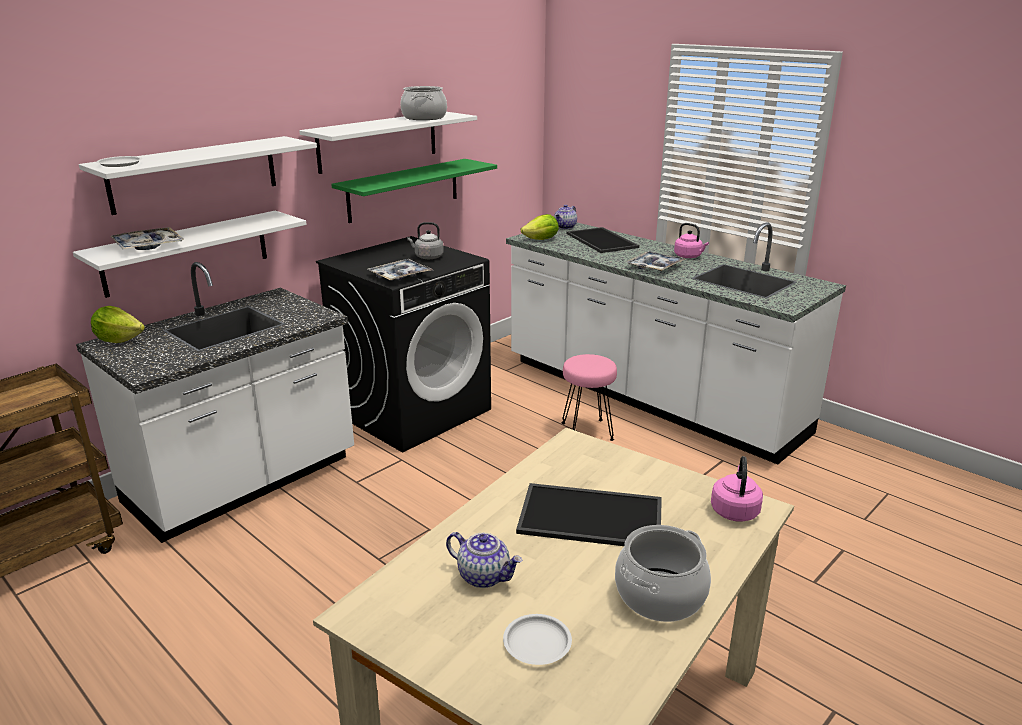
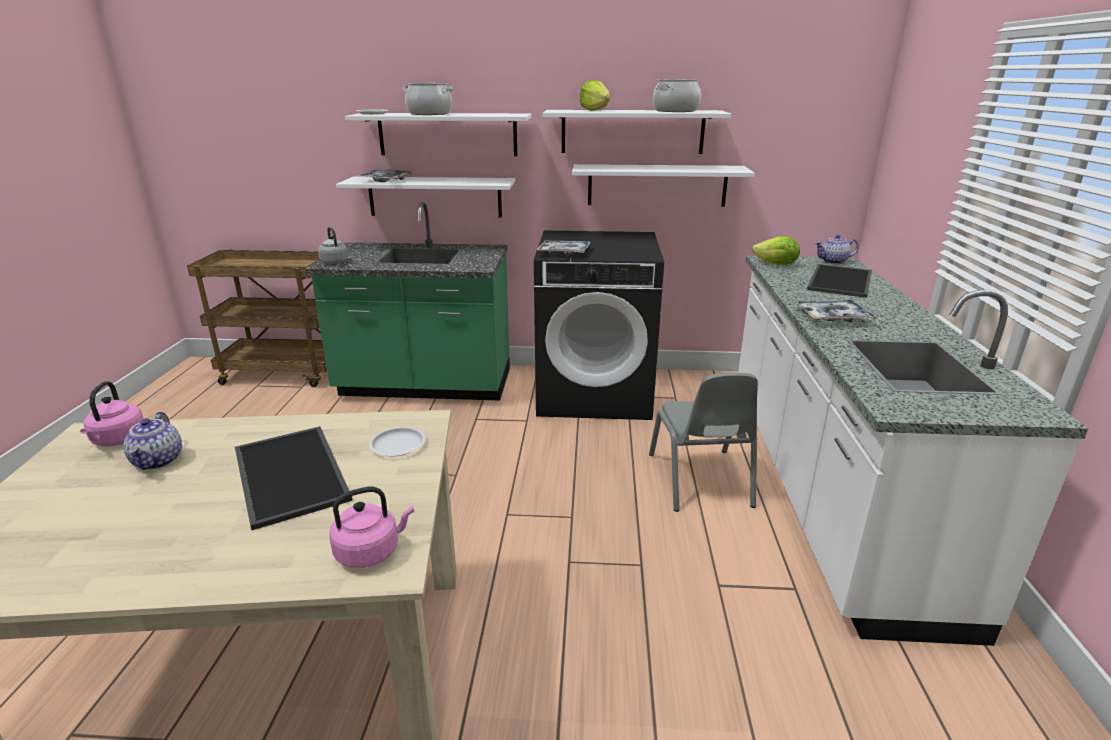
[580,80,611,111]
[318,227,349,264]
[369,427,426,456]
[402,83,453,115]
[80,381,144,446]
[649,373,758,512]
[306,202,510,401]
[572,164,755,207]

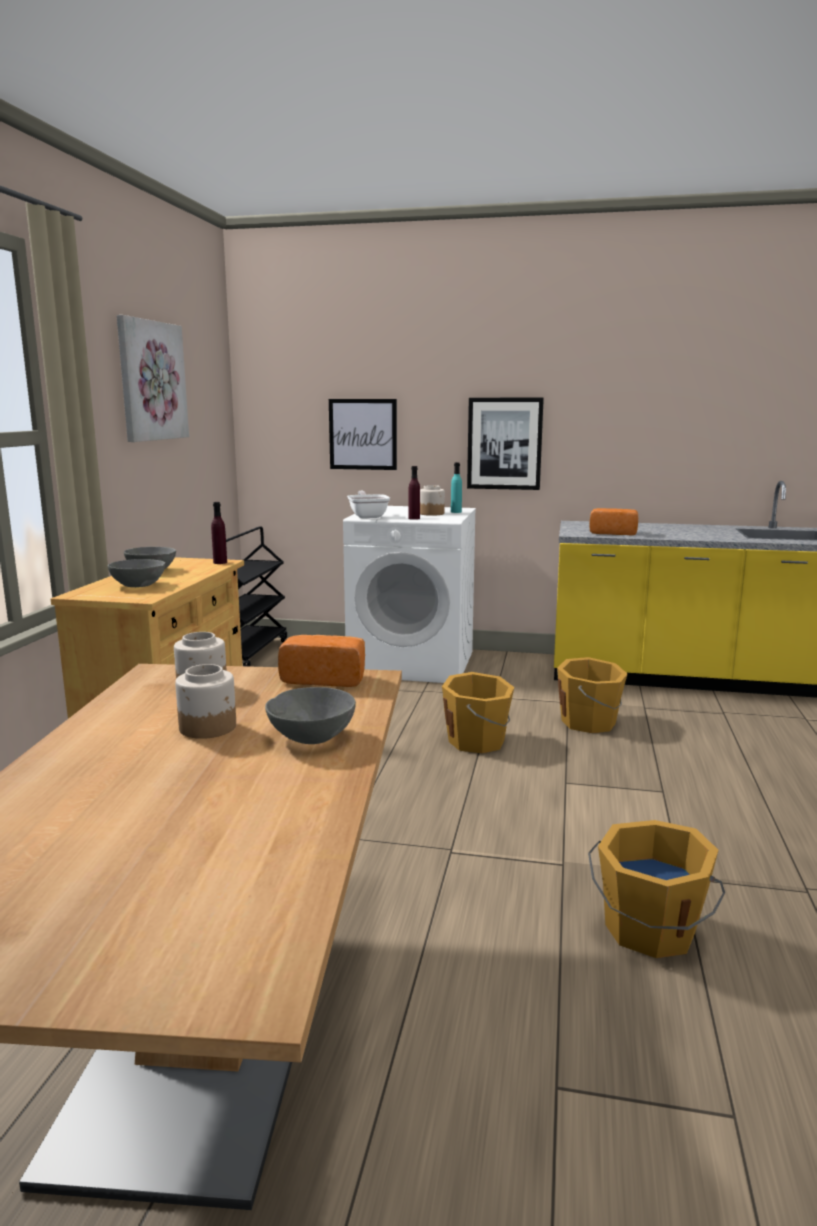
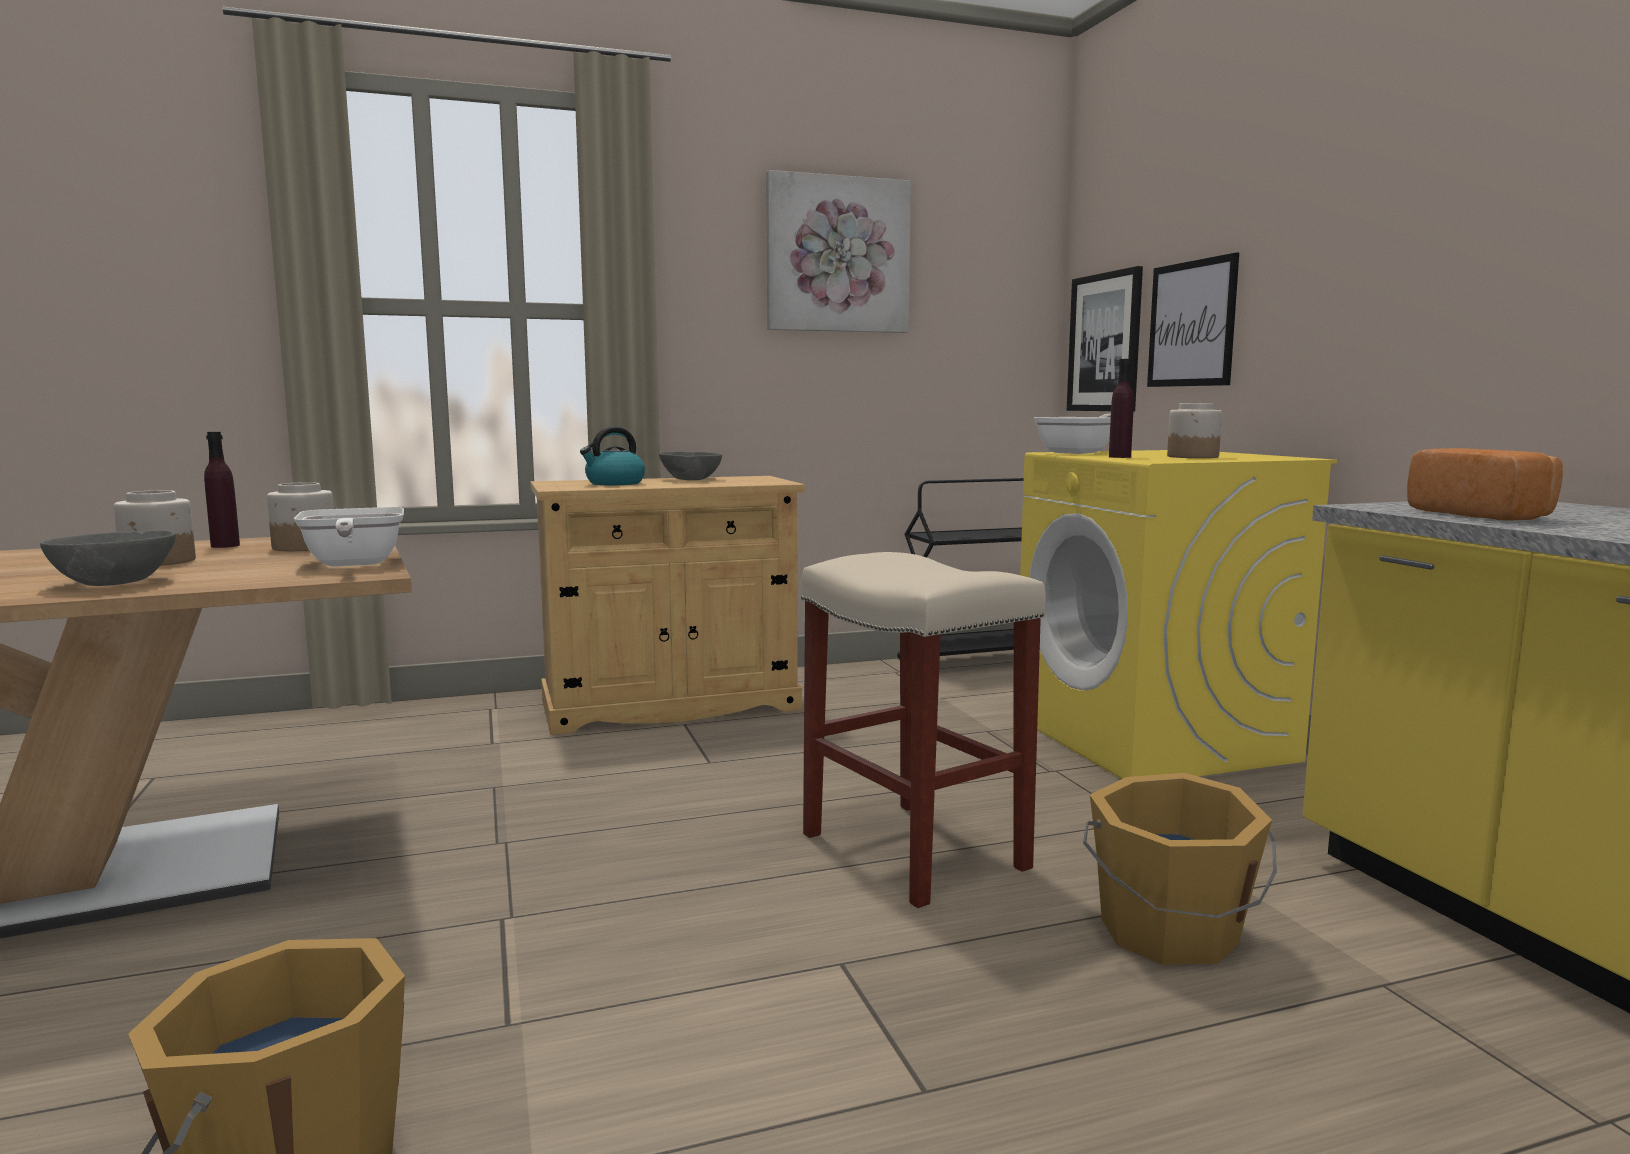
[451,462,462,513] (first image)
[204,432,240,548]
[1067,266,1143,412]
[580,427,645,485]
[294,507,404,567]
[801,552,1046,908]
[1020,450,1337,779]

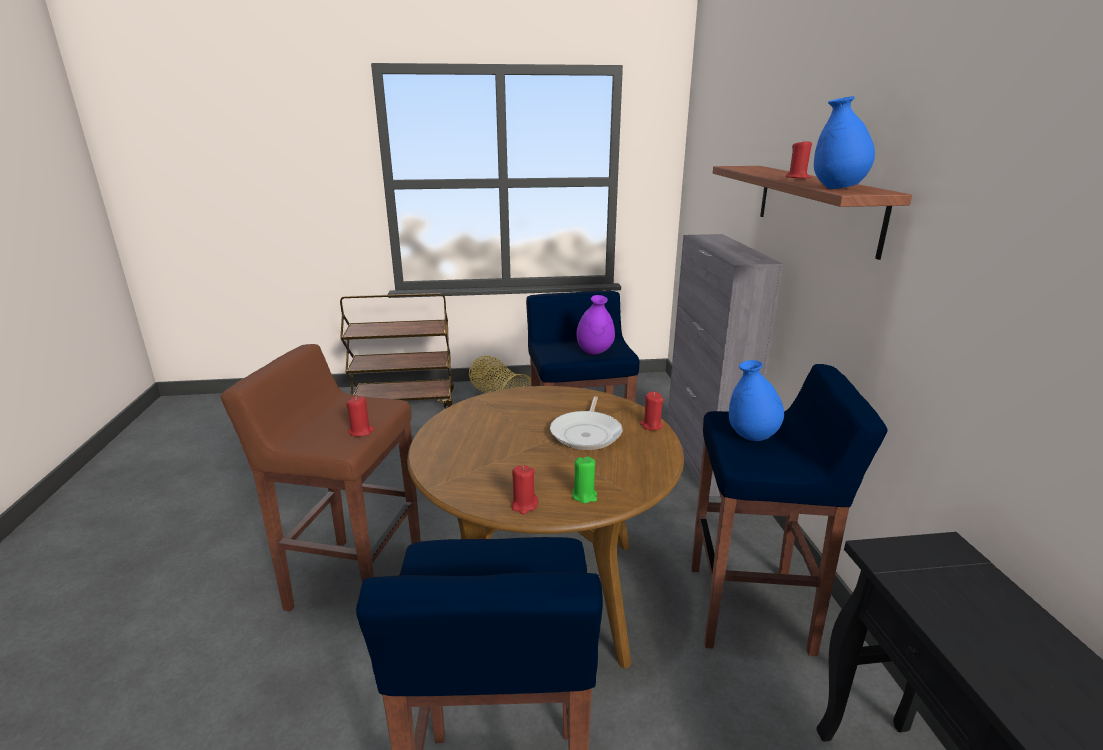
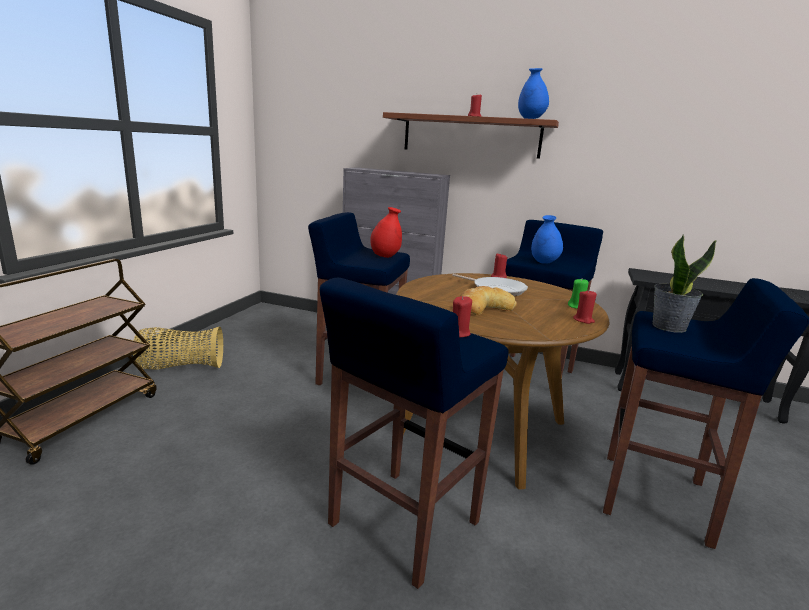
[460,286,517,315]
[652,234,717,333]
[320,278,508,589]
[370,207,402,258]

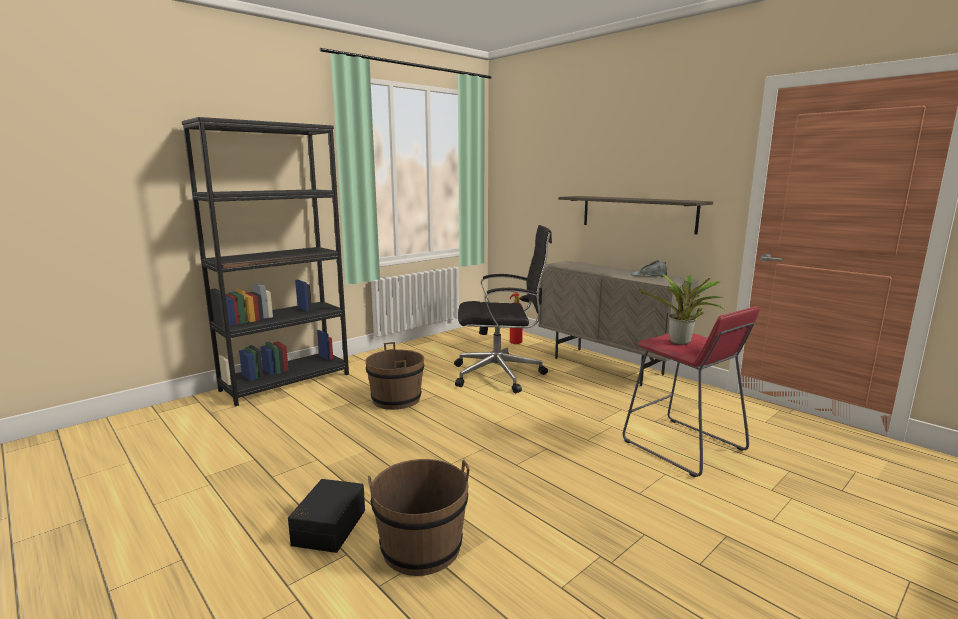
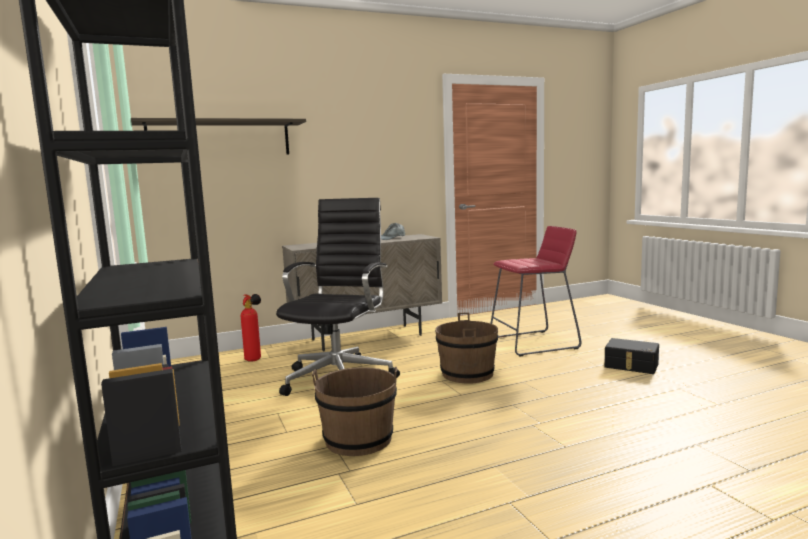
[639,274,725,345] (first image)
[604,338,659,374]
[435,312,498,384]
[131,118,306,154]

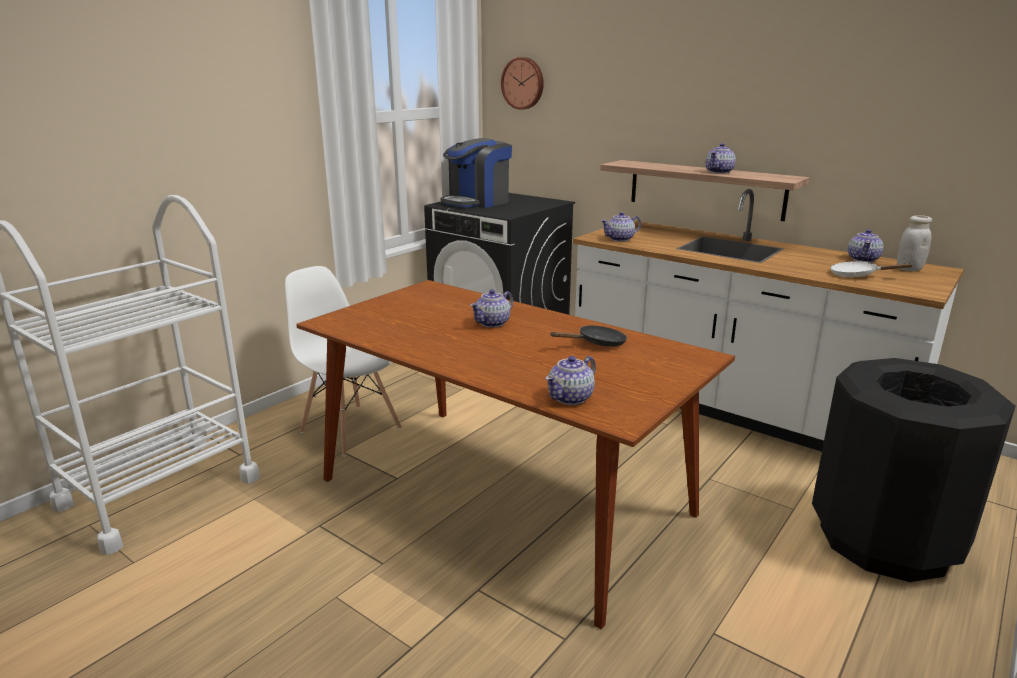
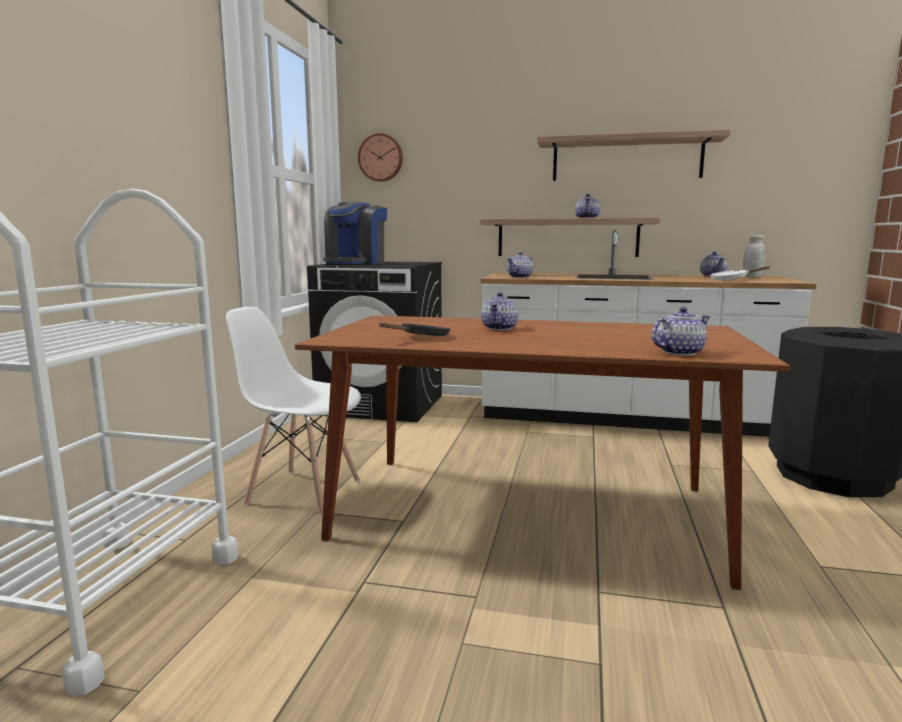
[537,129,731,181]
[379,323,451,336]
[651,307,710,356]

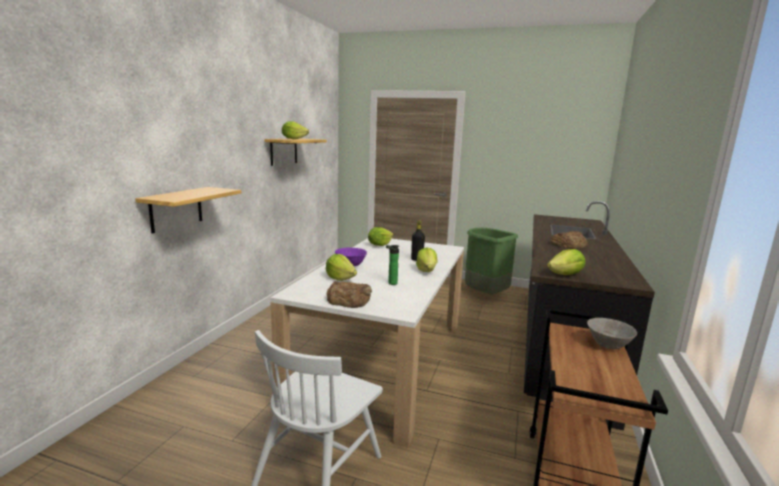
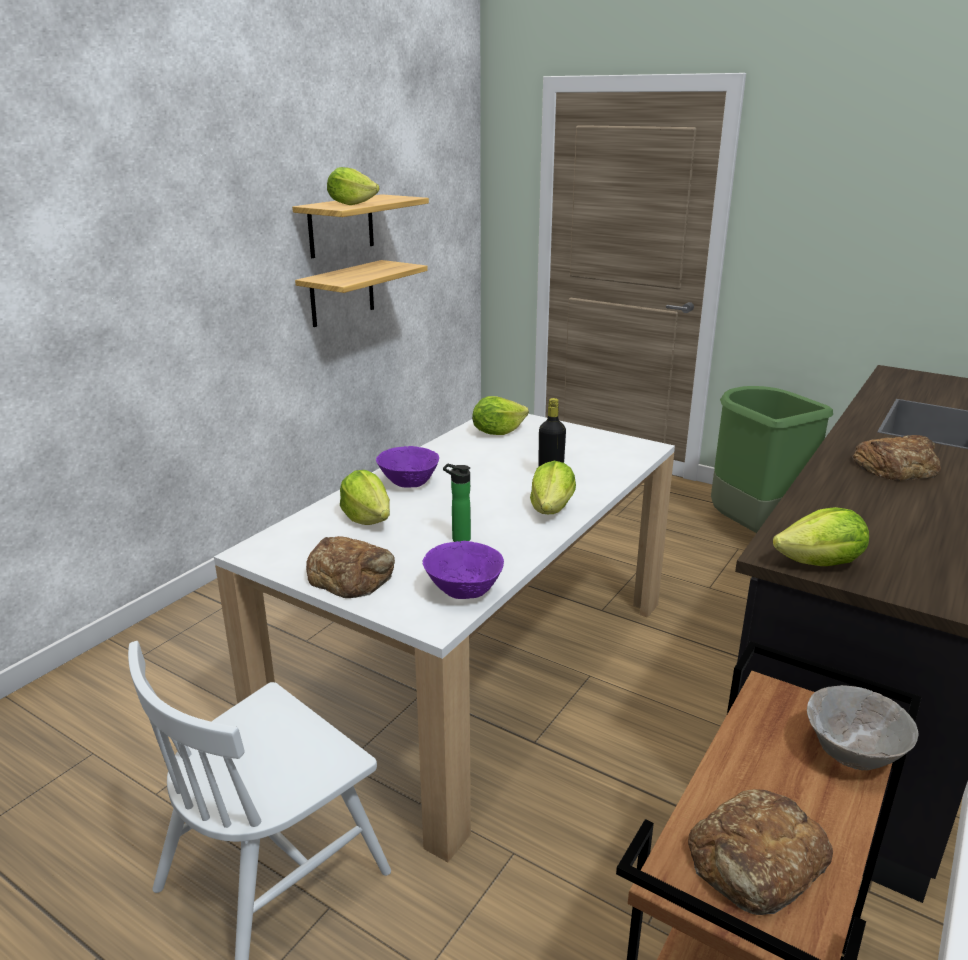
[423,541,504,599]
[688,789,833,915]
[295,260,428,327]

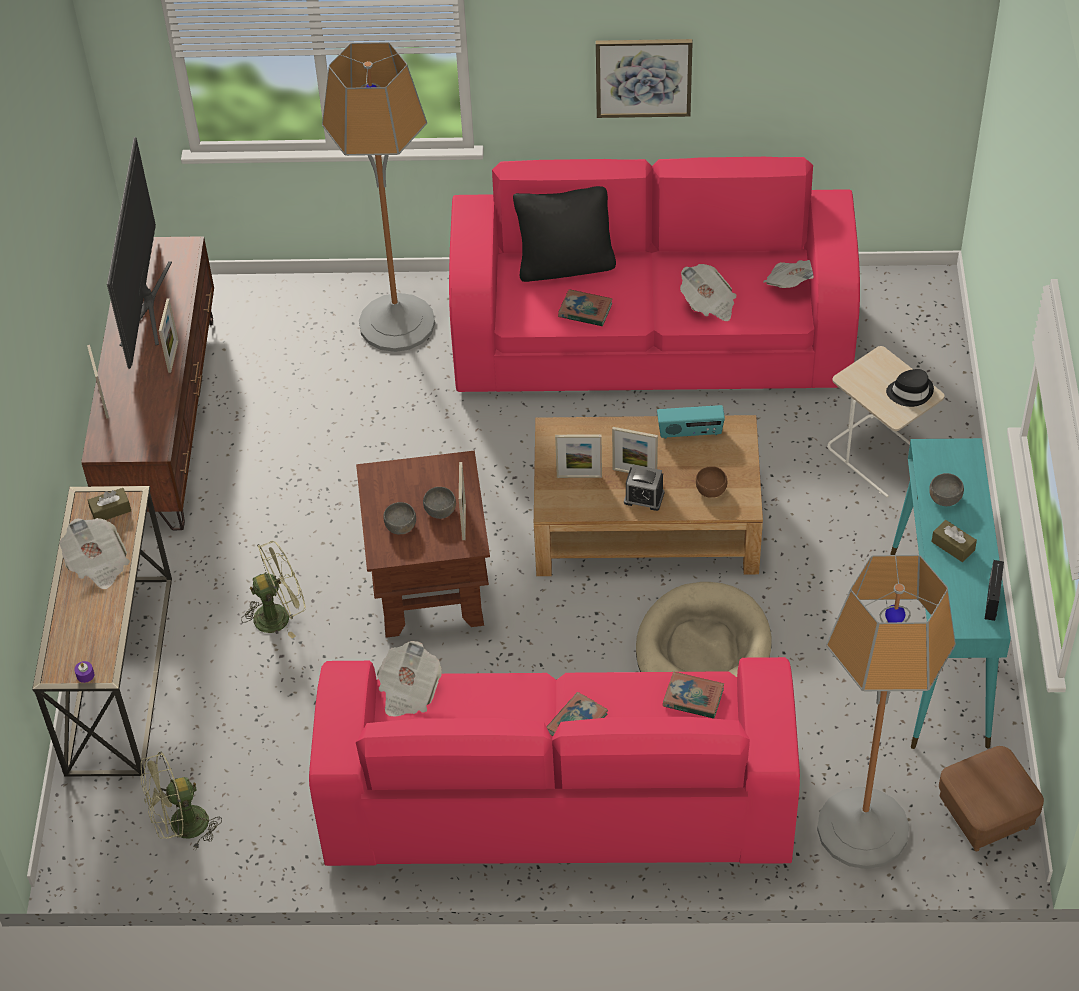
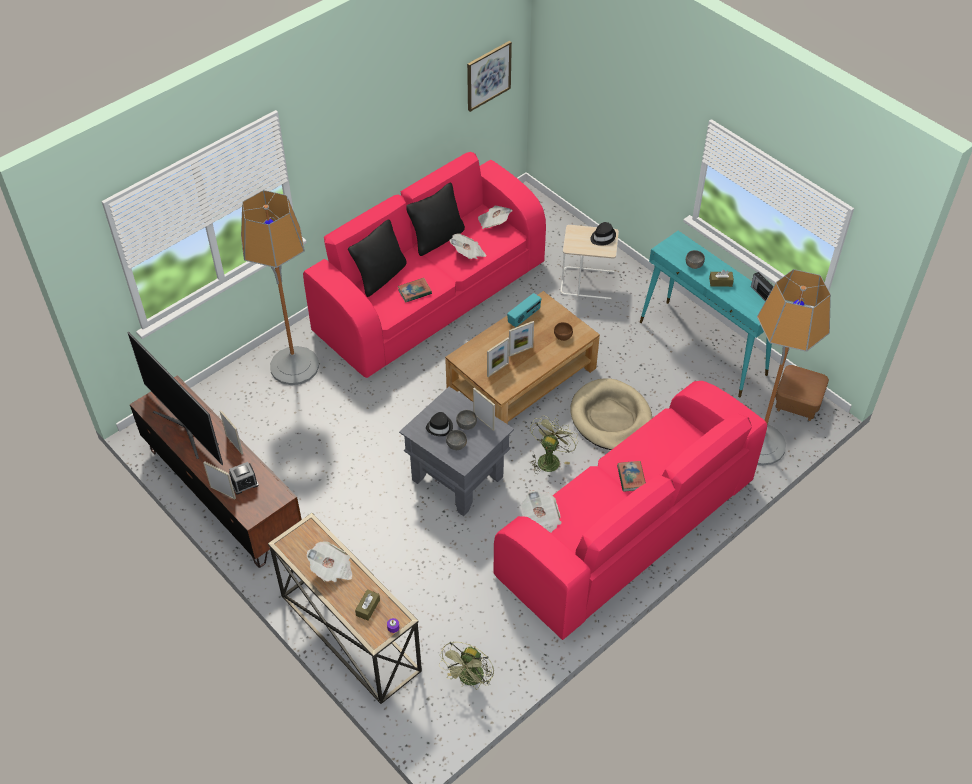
[663,672,724,718] (first image)
[406,183,465,256]
[426,412,453,436]
[355,589,380,621]
[530,415,578,474]
[467,41,512,112]
[229,462,259,495]
[399,387,514,516]

